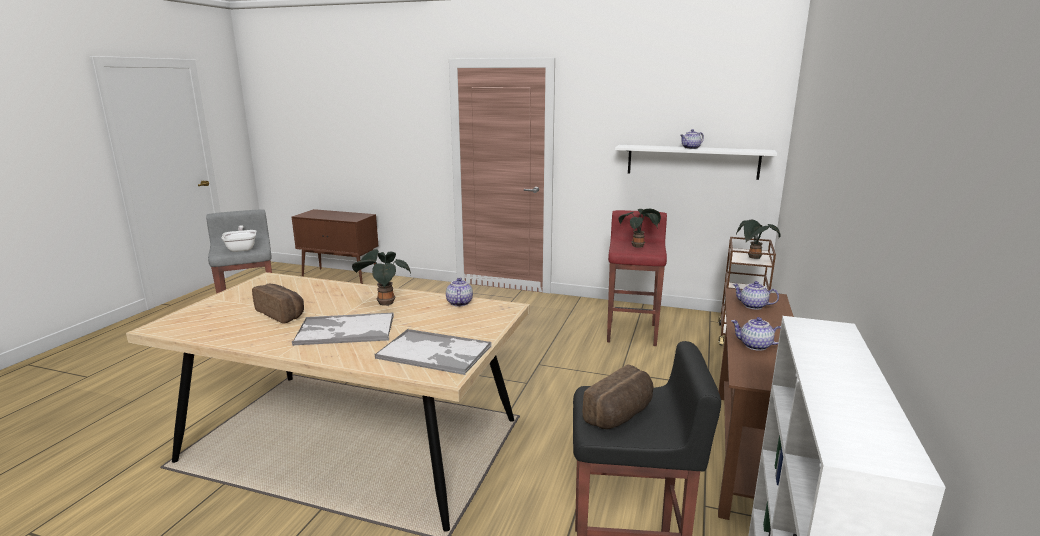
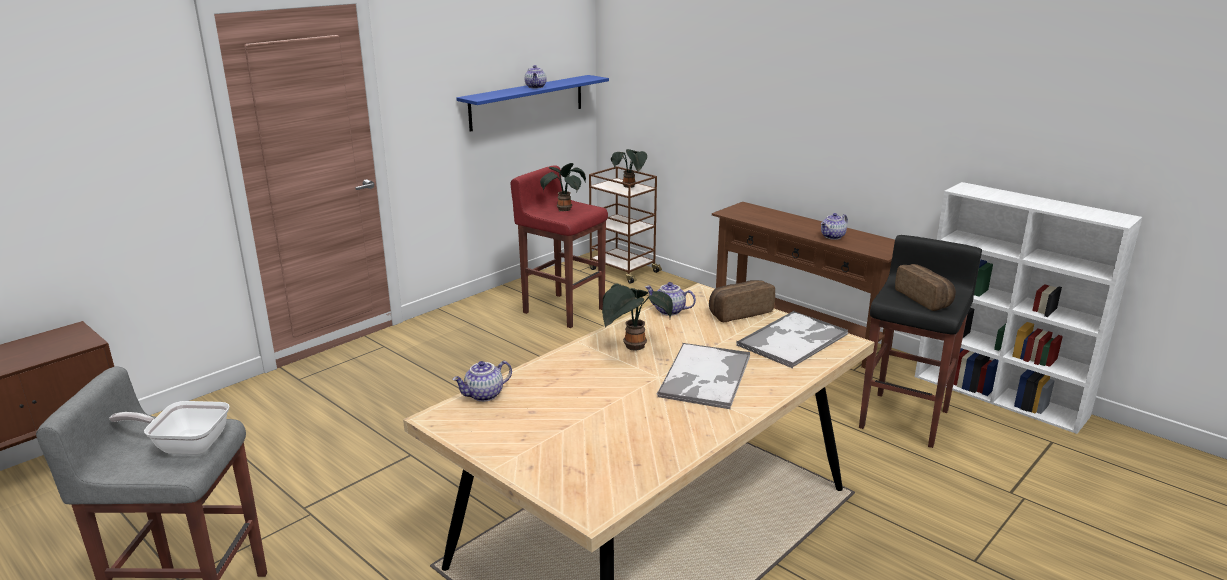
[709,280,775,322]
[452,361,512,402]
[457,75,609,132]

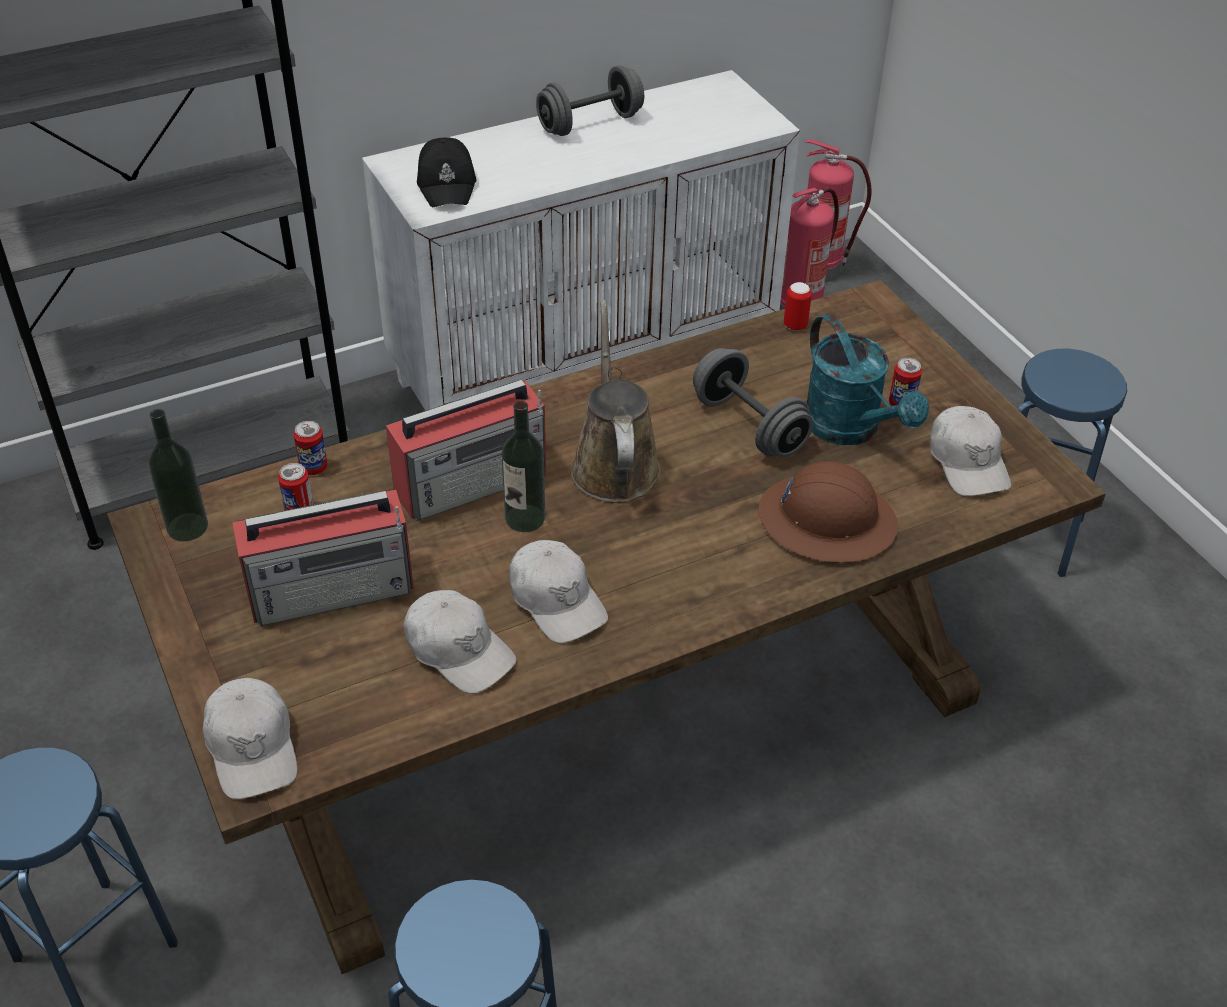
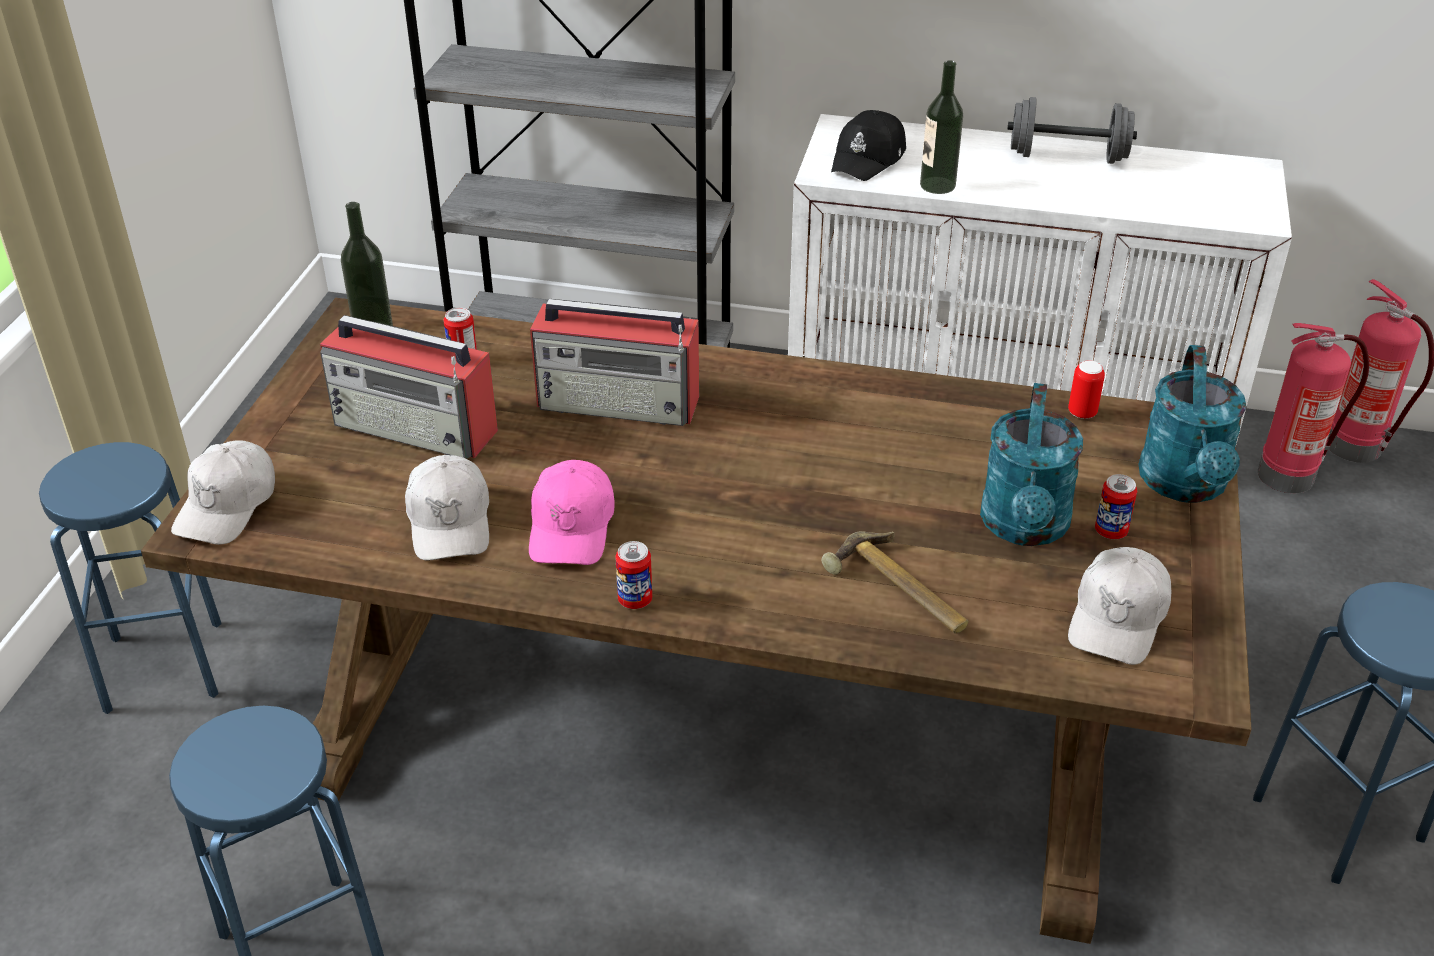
[570,300,661,503] (first image)
[693,348,813,458] (first image)
[1139,345,1247,503]
[615,541,652,609]
[920,60,963,194]
[822,531,969,634]
[529,460,615,565]

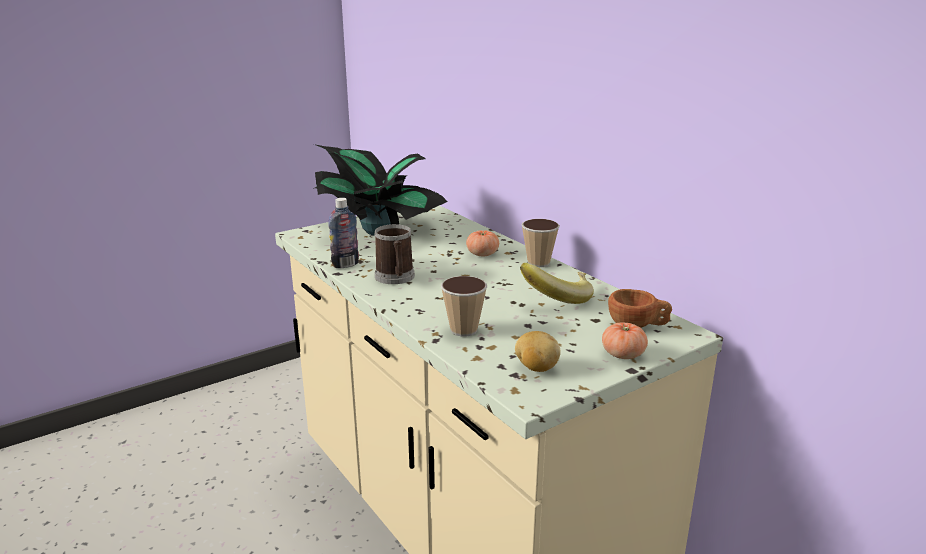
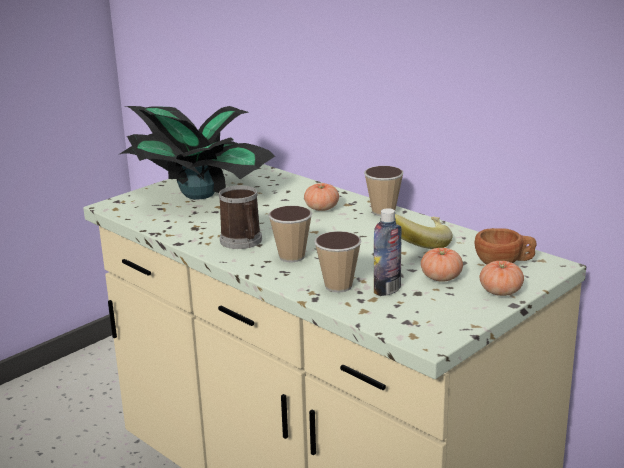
[515,331,561,372] (first image)
[268,206,312,262]
[421,248,463,282]
[374,208,401,296]

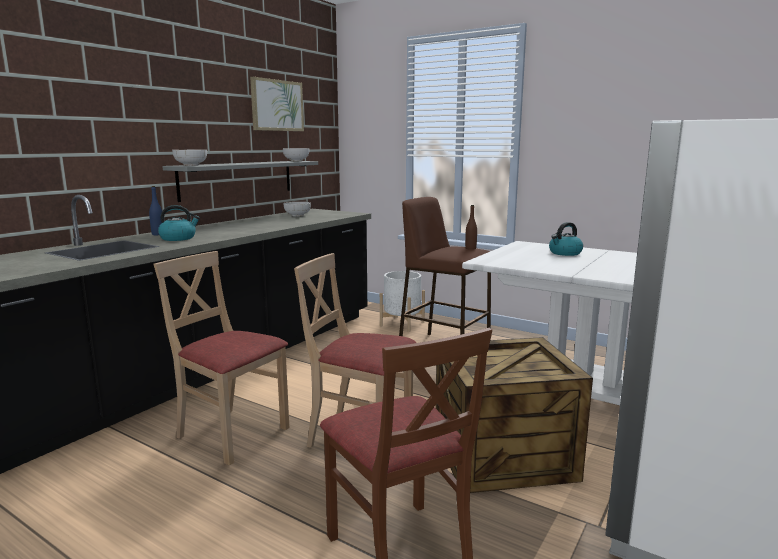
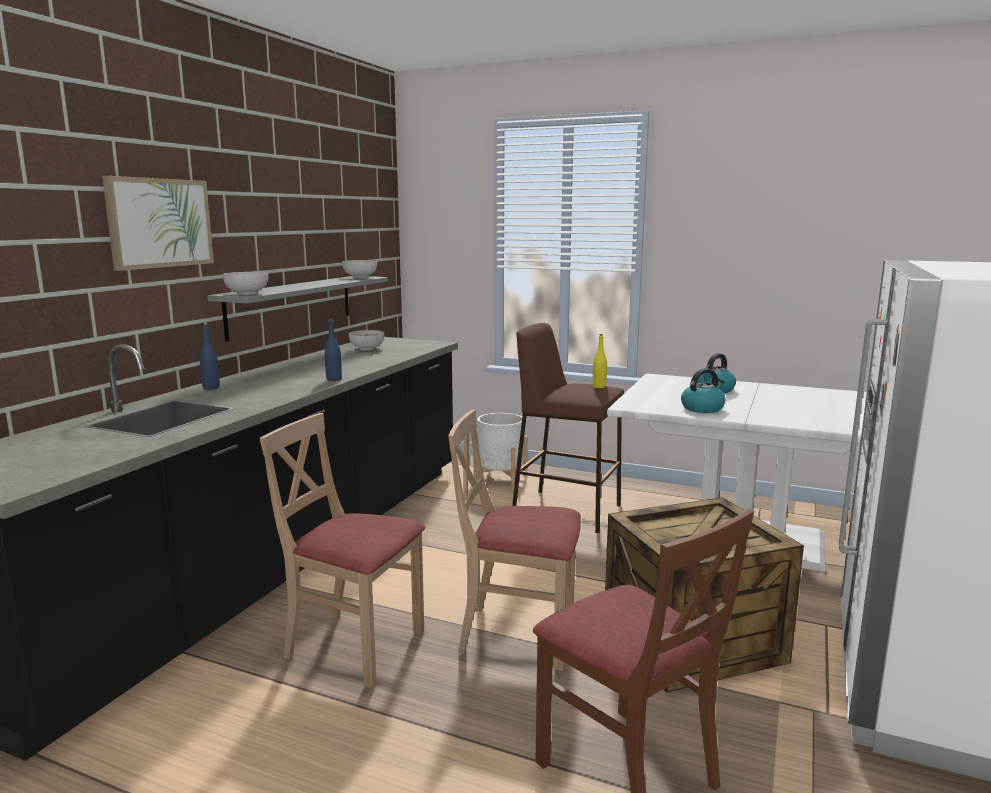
[325,319,342,381]
[681,368,725,413]
[102,176,214,271]
[593,334,607,388]

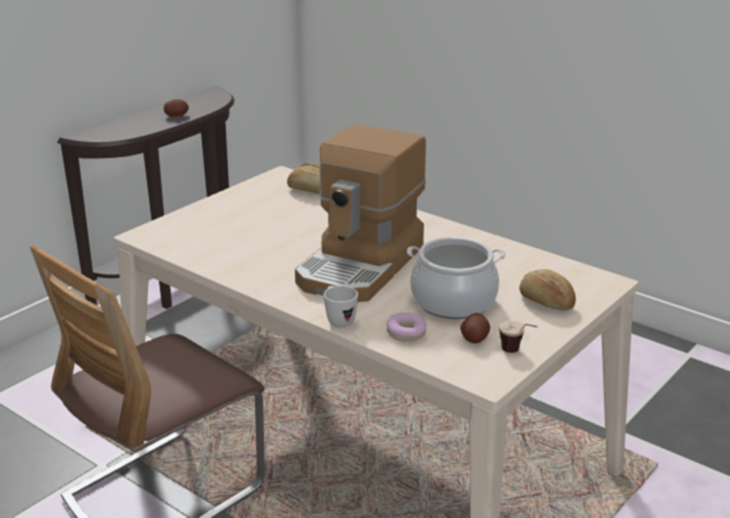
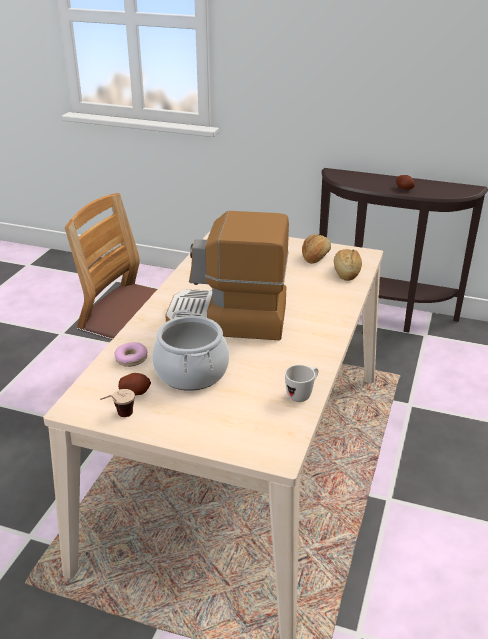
[285,365,318,402]
[302,234,331,264]

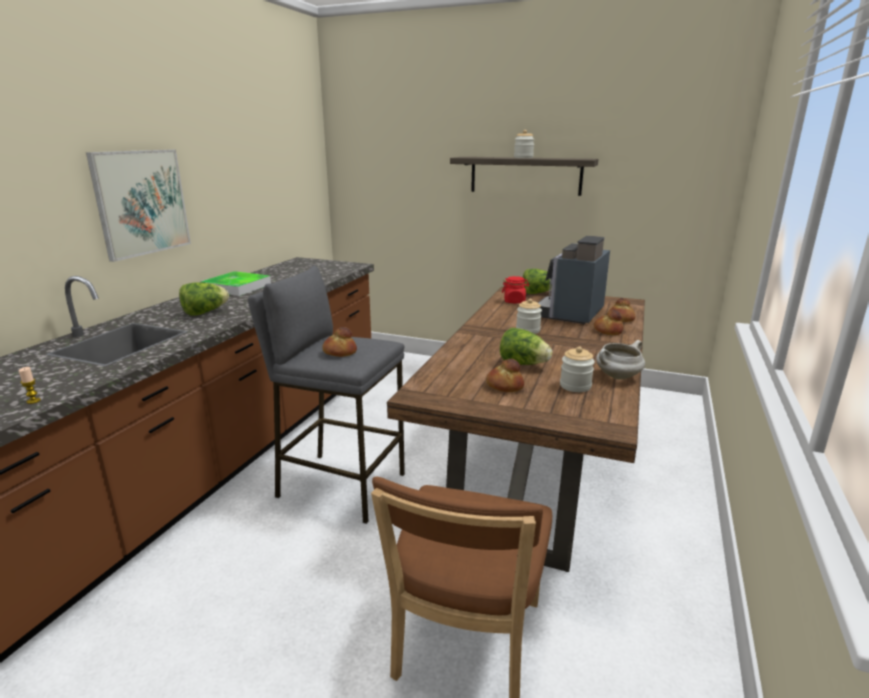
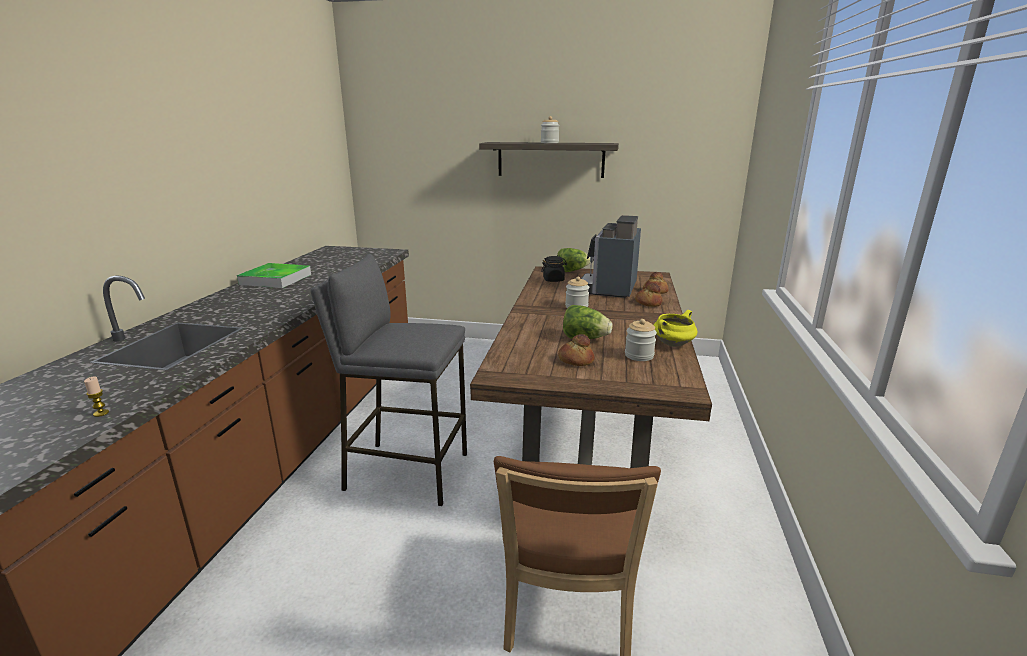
[86,150,191,262] (first image)
[179,282,229,316] (first image)
[322,327,357,357] (first image)
[541,256,567,282]
[654,310,697,347]

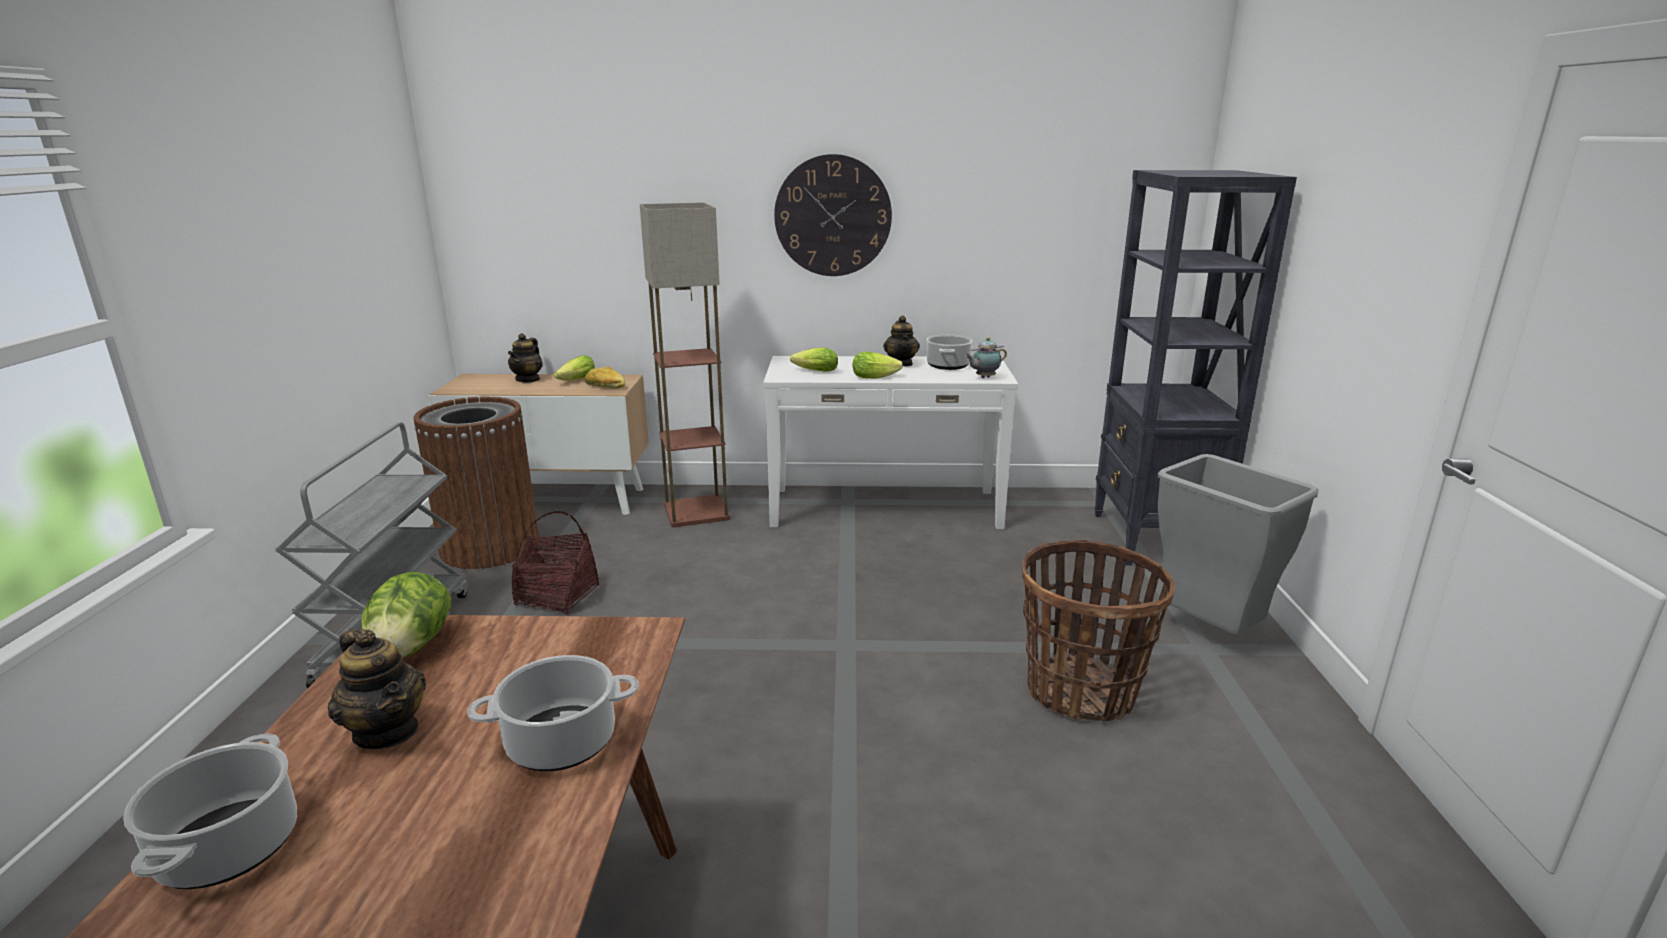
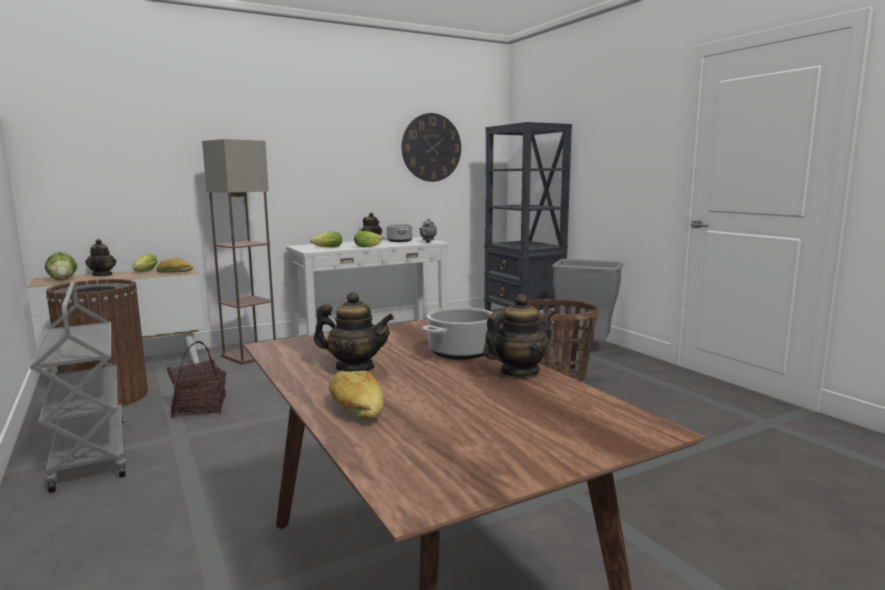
[483,294,555,377]
[45,252,77,281]
[402,113,461,182]
[329,370,384,420]

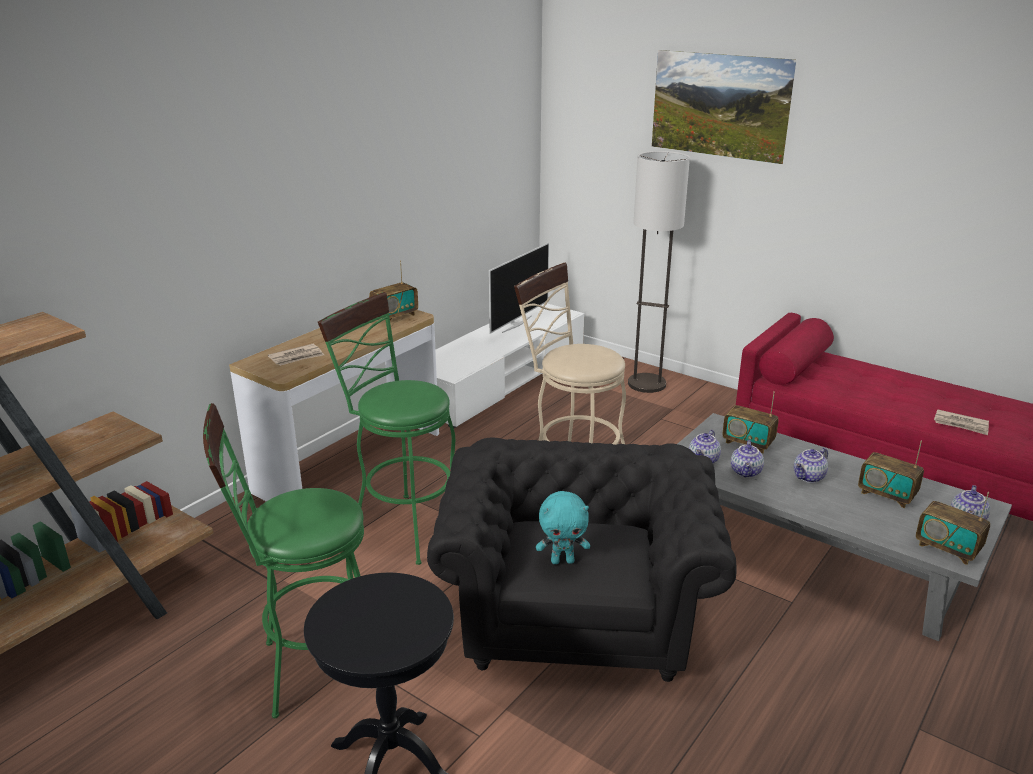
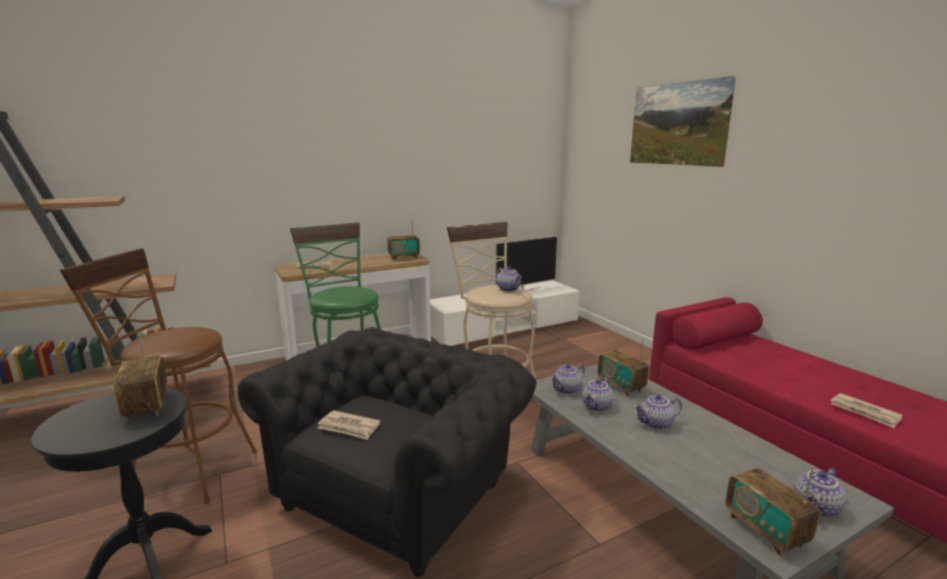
[628,151,690,393] (first image)
[497,266,522,292]
[114,340,167,422]
[318,410,380,440]
[60,248,257,504]

